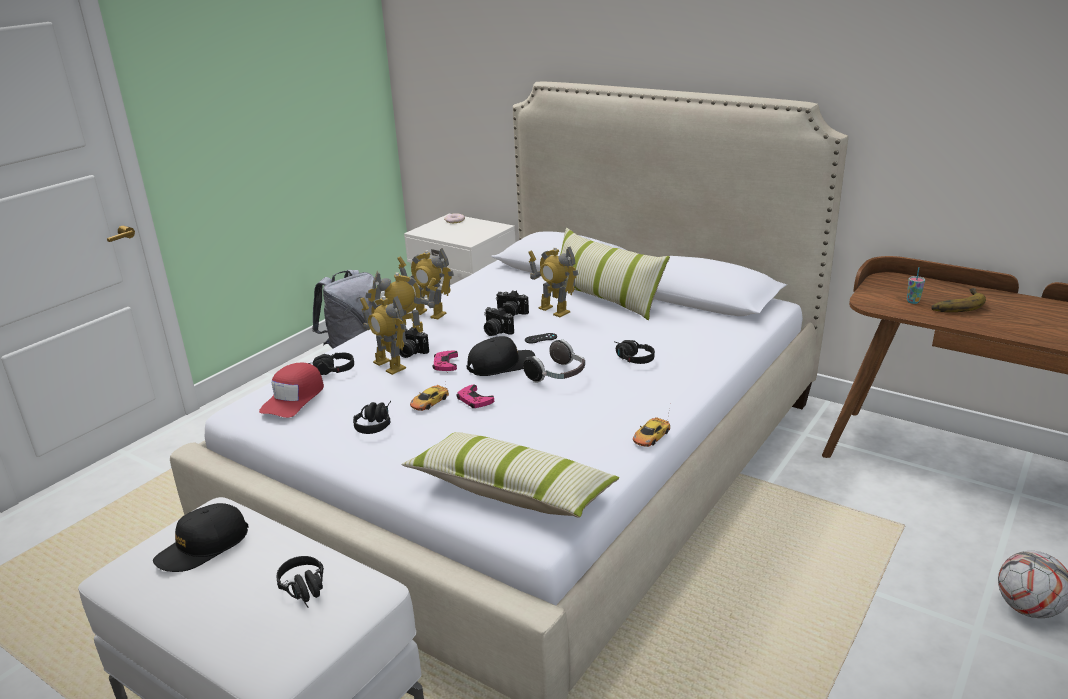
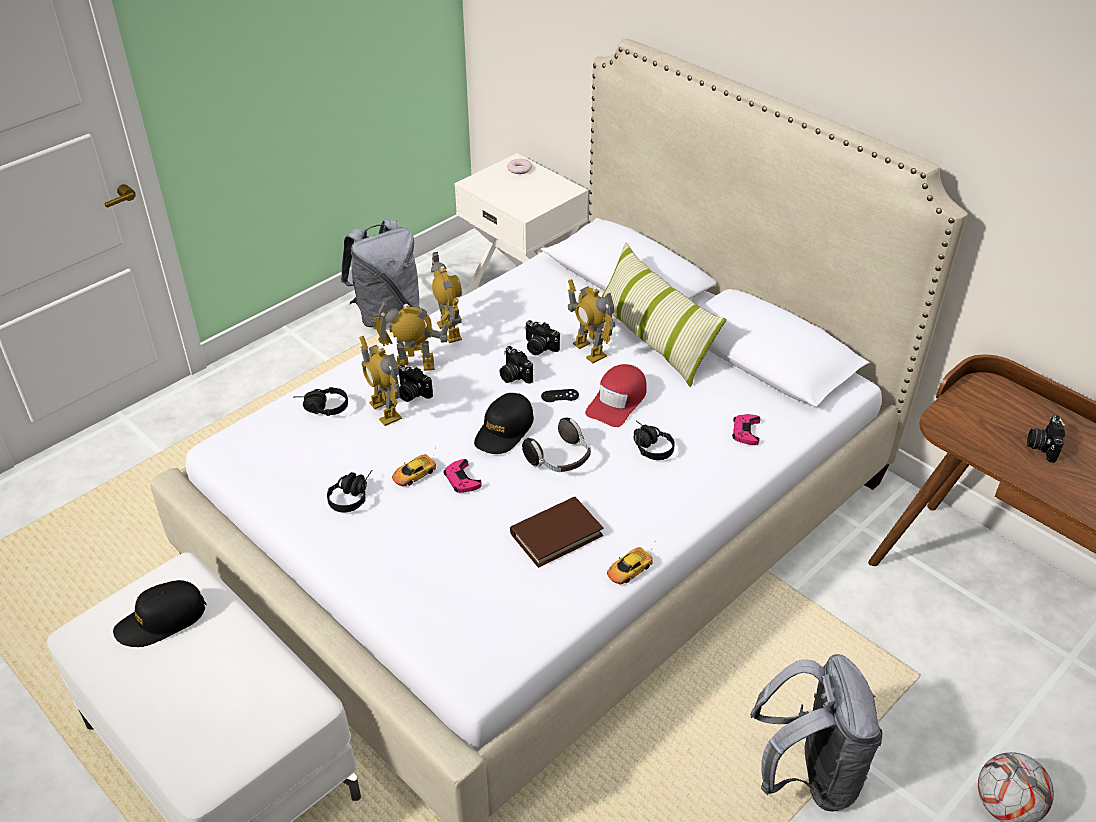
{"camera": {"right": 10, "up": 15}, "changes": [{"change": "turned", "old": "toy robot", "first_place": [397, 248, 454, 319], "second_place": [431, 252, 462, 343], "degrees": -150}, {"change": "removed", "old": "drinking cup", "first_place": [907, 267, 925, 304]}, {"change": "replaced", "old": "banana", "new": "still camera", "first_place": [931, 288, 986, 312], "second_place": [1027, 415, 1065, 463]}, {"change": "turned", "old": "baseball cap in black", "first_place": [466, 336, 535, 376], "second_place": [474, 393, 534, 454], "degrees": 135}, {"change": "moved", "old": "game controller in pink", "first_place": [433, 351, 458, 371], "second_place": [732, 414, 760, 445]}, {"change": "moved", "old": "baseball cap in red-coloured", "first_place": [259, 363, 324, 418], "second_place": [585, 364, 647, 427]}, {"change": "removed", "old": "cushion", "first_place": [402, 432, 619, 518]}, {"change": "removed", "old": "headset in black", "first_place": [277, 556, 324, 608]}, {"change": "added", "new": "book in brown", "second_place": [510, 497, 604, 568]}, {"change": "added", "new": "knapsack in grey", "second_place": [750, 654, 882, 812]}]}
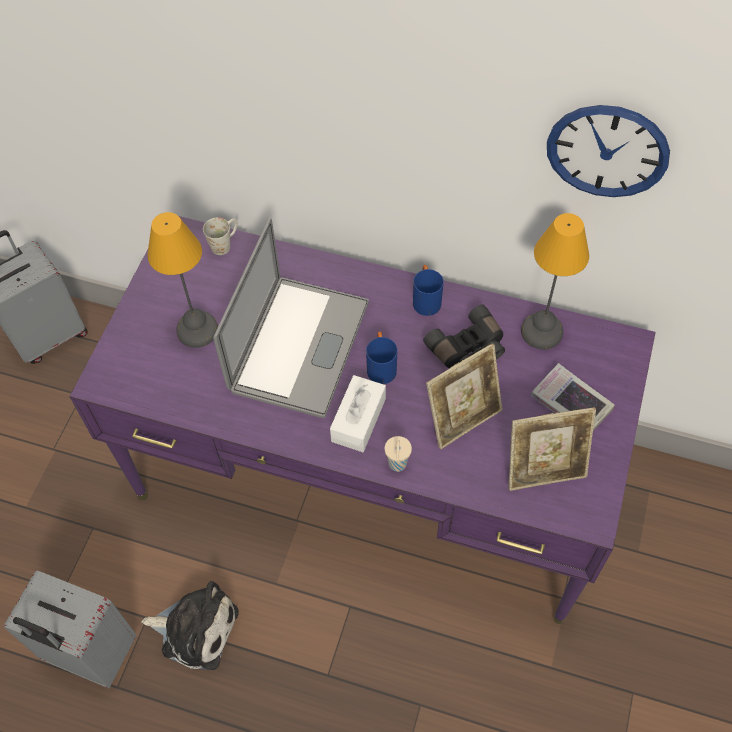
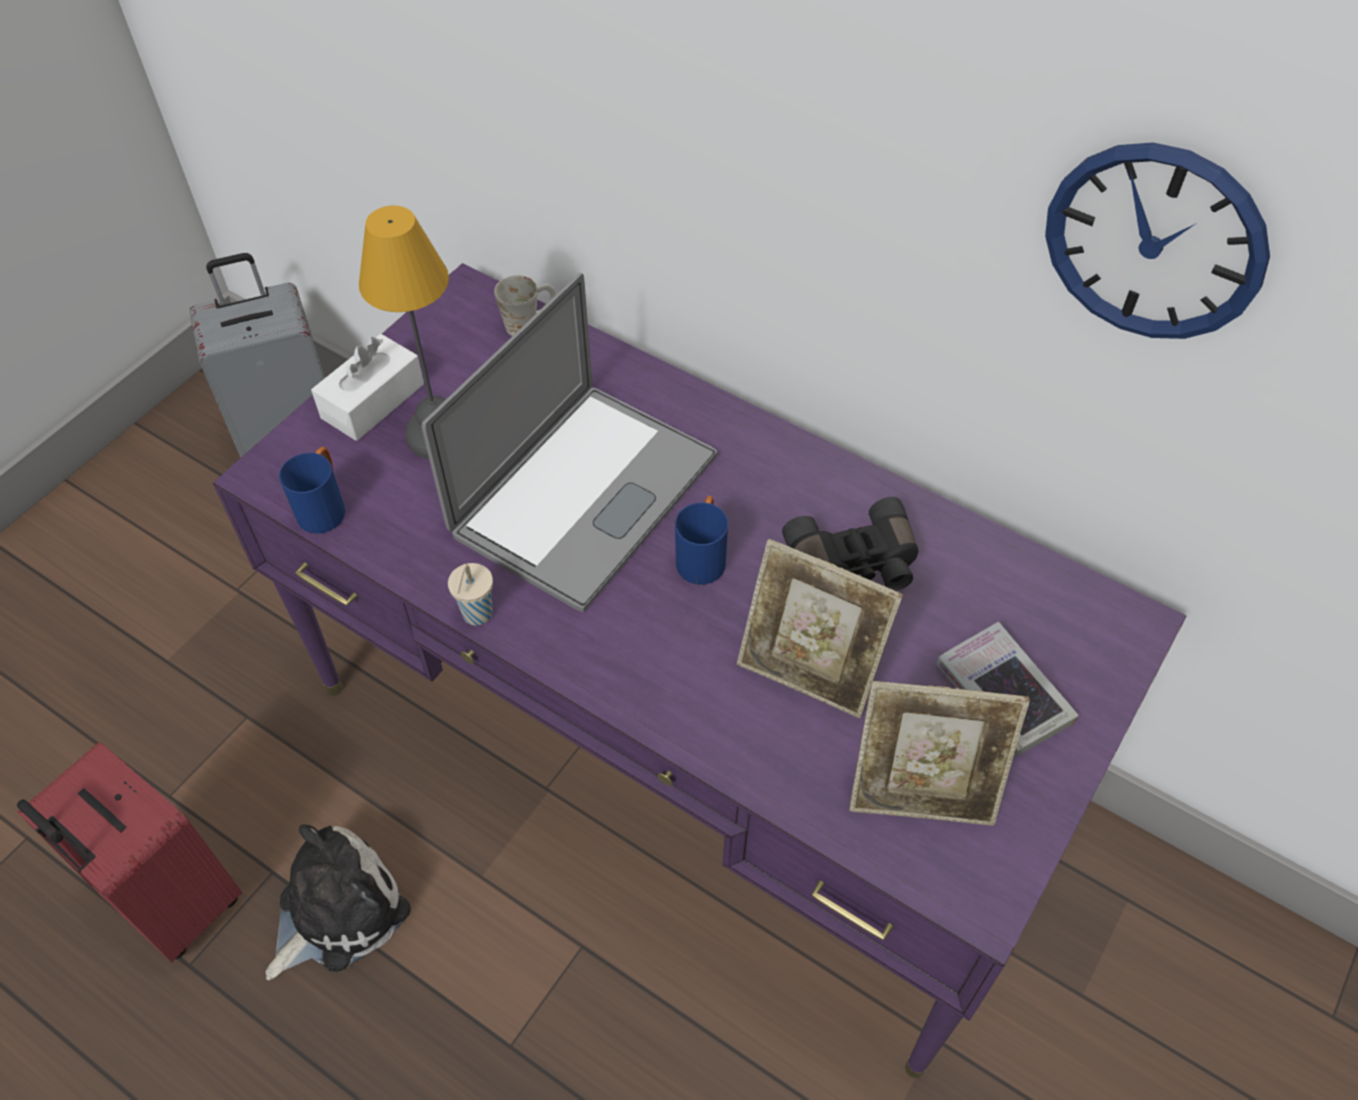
{"camera": {"right": 15, "up": -5}, "changes": [{"change": "removed", "old": "lamp for a table", "first_place": [521, 213, 589, 349]}, {"change": "moved", "old": "tea mug in blue", "first_place": [413, 265, 444, 316], "second_place": [279, 447, 345, 533]}, {"change": "turned", "old": "standing frame", "first_place": [426, 343, 503, 449], "second_place": [737, 539, 903, 718], "degrees": 45}, {"change": "moved", "old": "box of tissues in white", "first_place": [330, 375, 386, 452], "second_place": [311, 334, 424, 441]}, {"change": "moved", "old": "drinking cup in beige-coloured", "first_place": [385, 436, 412, 472], "second_place": [448, 563, 493, 626]}, {"change": "recoloured", "old": "travel case in grey", "new": "travel case in red-coloured", "first_place": [3, 570, 136, 688], "second_place": [17, 742, 242, 962]}, {"change": "turned", "old": "soft toy", "first_place": [141, 581, 239, 670], "second_place": [266, 824, 411, 980], "degrees": -75}]}
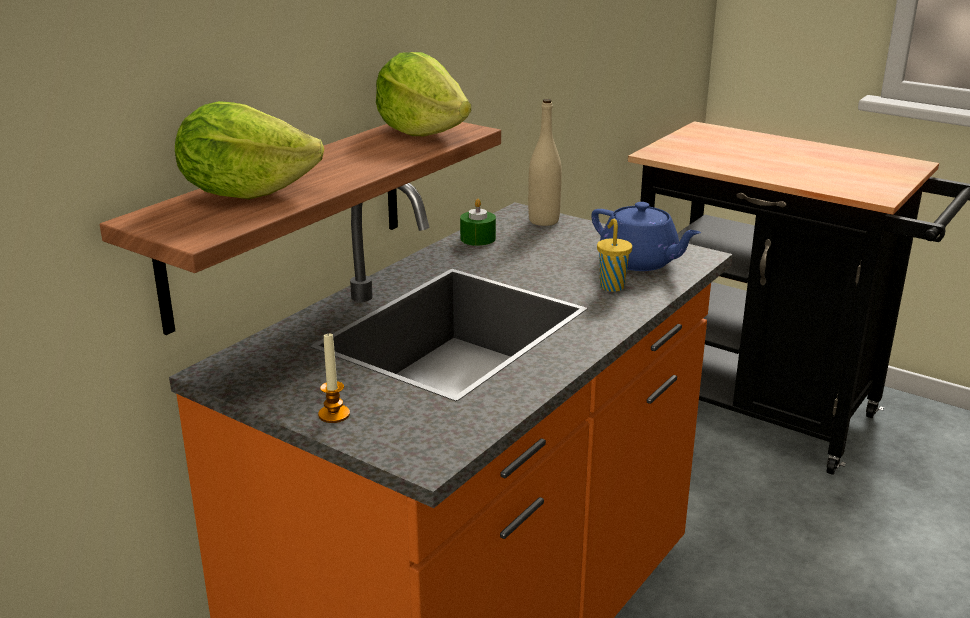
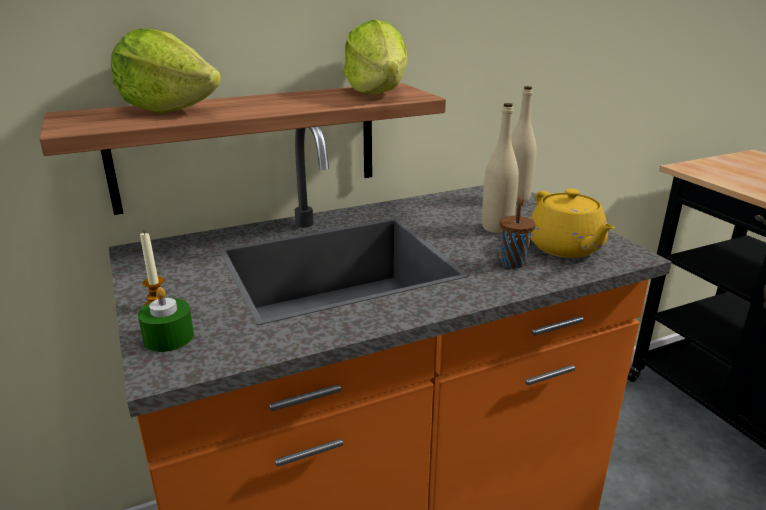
{"camera": {"right": 30, "up": 0}, "changes": [{"change": "moved", "old": "wax light in greenish", "first_place": [460, 199, 496, 246], "second_place": [138, 287, 194, 352]}, {"change": "recoloured", "old": "pot for tea in blue", "new": "pot for tea in yellowish", "first_place": [591, 202, 701, 271], "second_place": [530, 189, 615, 258]}, {"change": "recoloured", "old": "drinking cup in yellowish", "new": "drinking cup in brown", "first_place": [597, 219, 632, 292], "second_place": [500, 196, 535, 268]}, {"change": "added", "new": "drink bottle in beige-coloured", "second_place": [482, 103, 519, 233]}]}
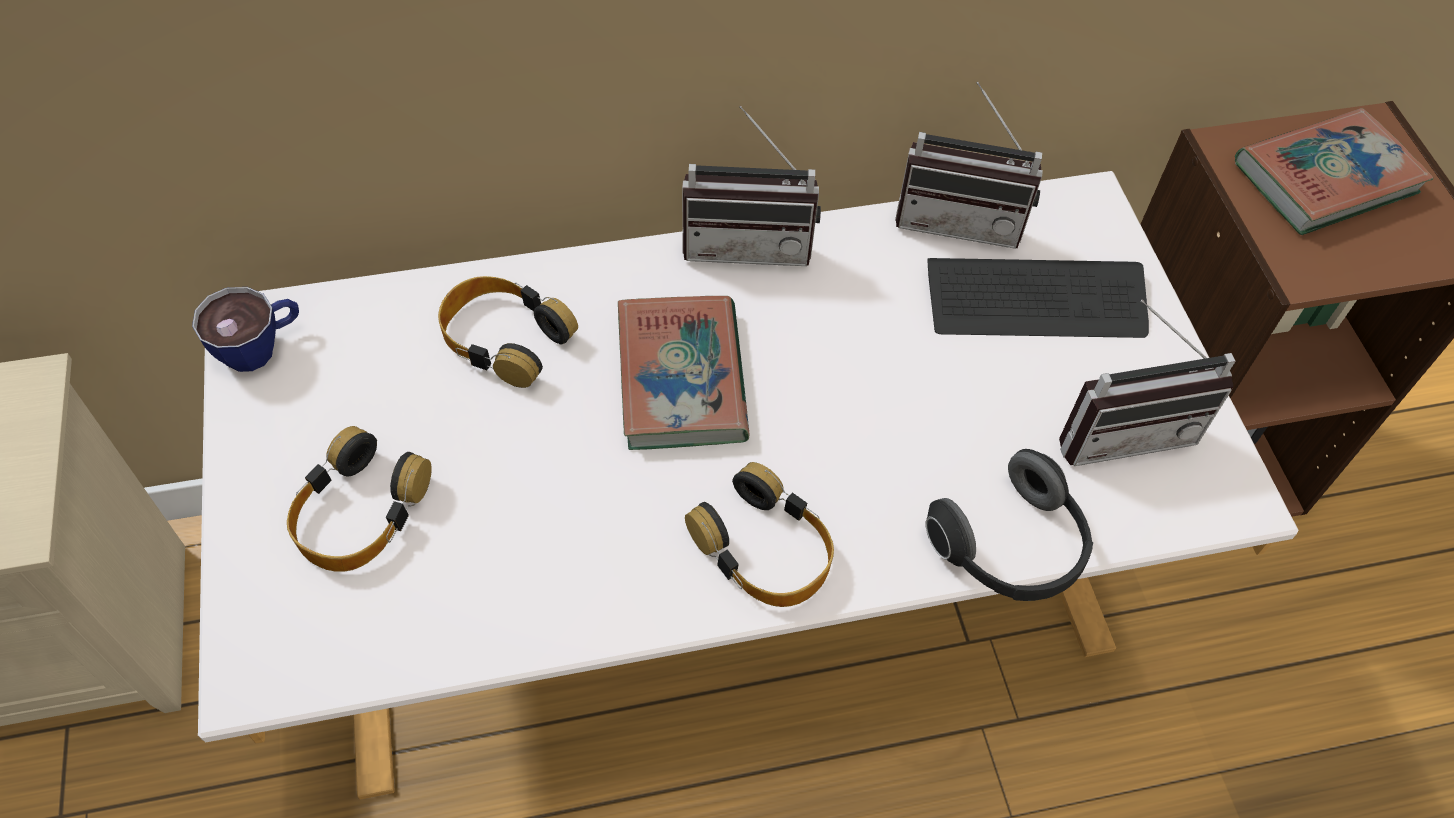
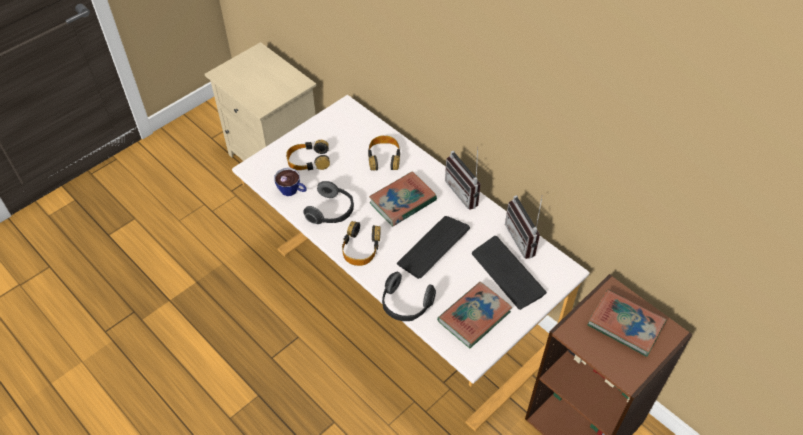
{"camera": {"right": 60, "up": -5}, "changes": [{"change": "moved", "old": "drinking cup", "first_place": [192, 287, 299, 372], "second_place": [274, 168, 307, 196]}, {"change": "replaced", "old": "radio set", "new": "book", "first_place": [1059, 300, 1235, 466], "second_place": [437, 282, 513, 348]}, {"change": "added", "new": "headset", "second_place": [303, 181, 354, 224]}, {"change": "added", "new": "keyboard", "second_place": [397, 216, 470, 279]}]}
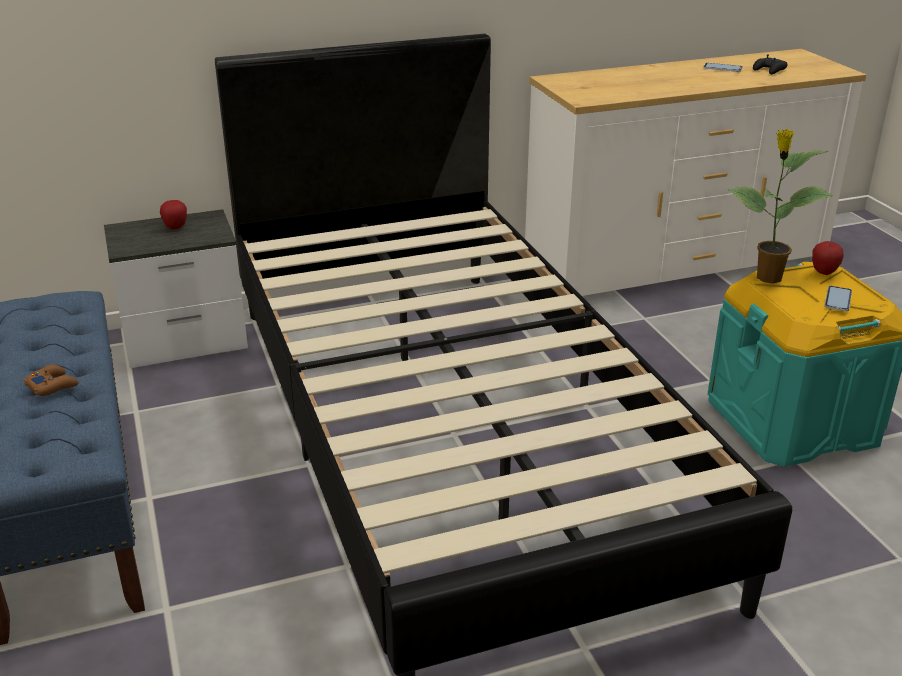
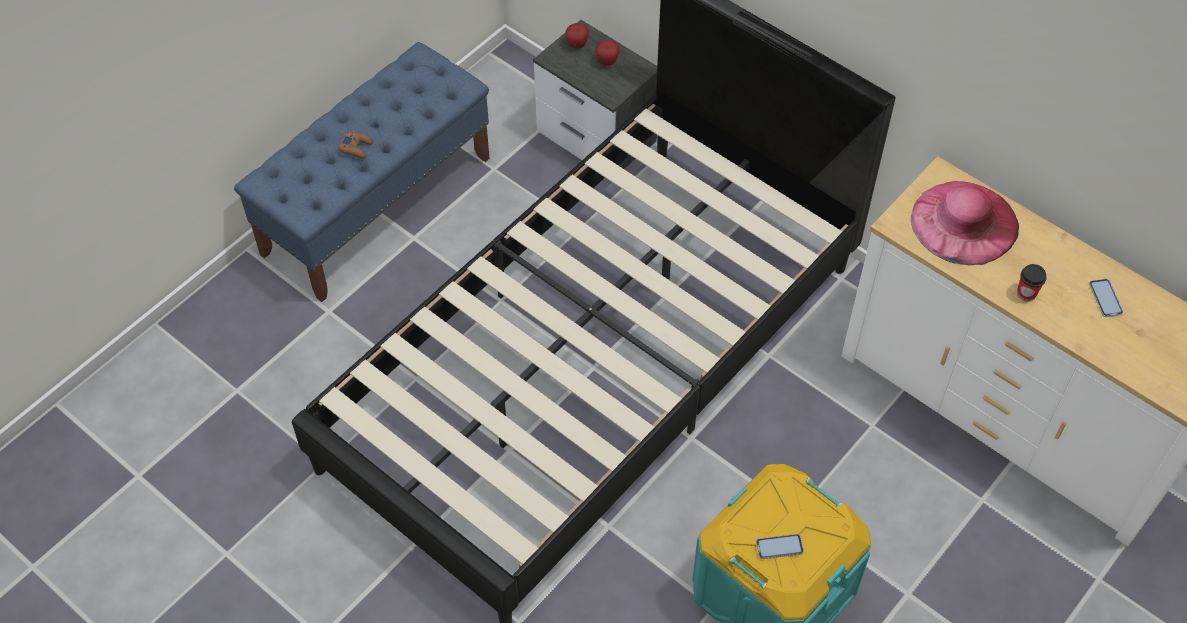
{"camera": {"right": 60, "up": 25}, "changes": [{"change": "removed", "old": "game controller in black", "first_place": [753, 55, 787, 74]}, {"change": "removed", "old": "potted plant", "first_place": [728, 129, 834, 284]}, {"change": "moved", "old": "apple fruit", "first_place": [812, 241, 844, 275], "second_place": [565, 23, 589, 49]}, {"change": "added", "new": "hat in pink", "second_place": [911, 181, 1019, 265]}, {"change": "added", "new": "drinking cup", "second_place": [1017, 264, 1046, 301]}]}
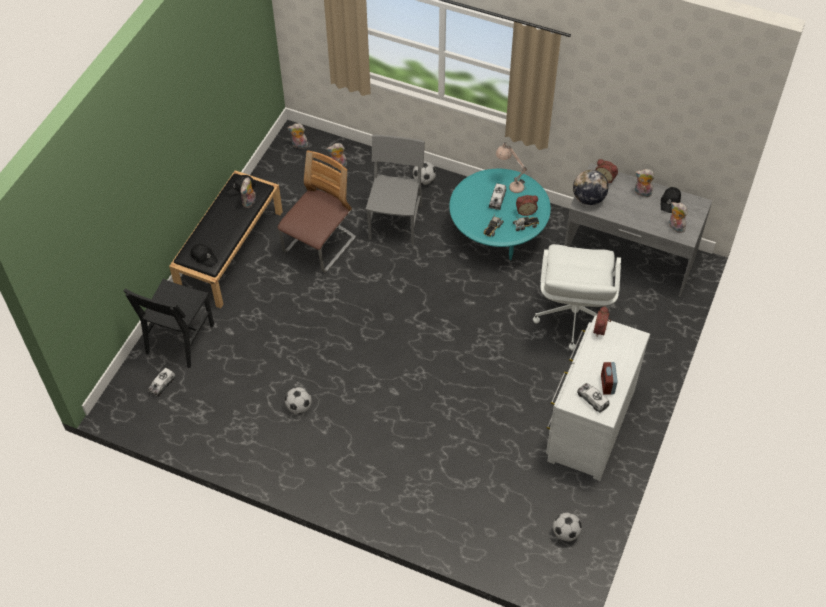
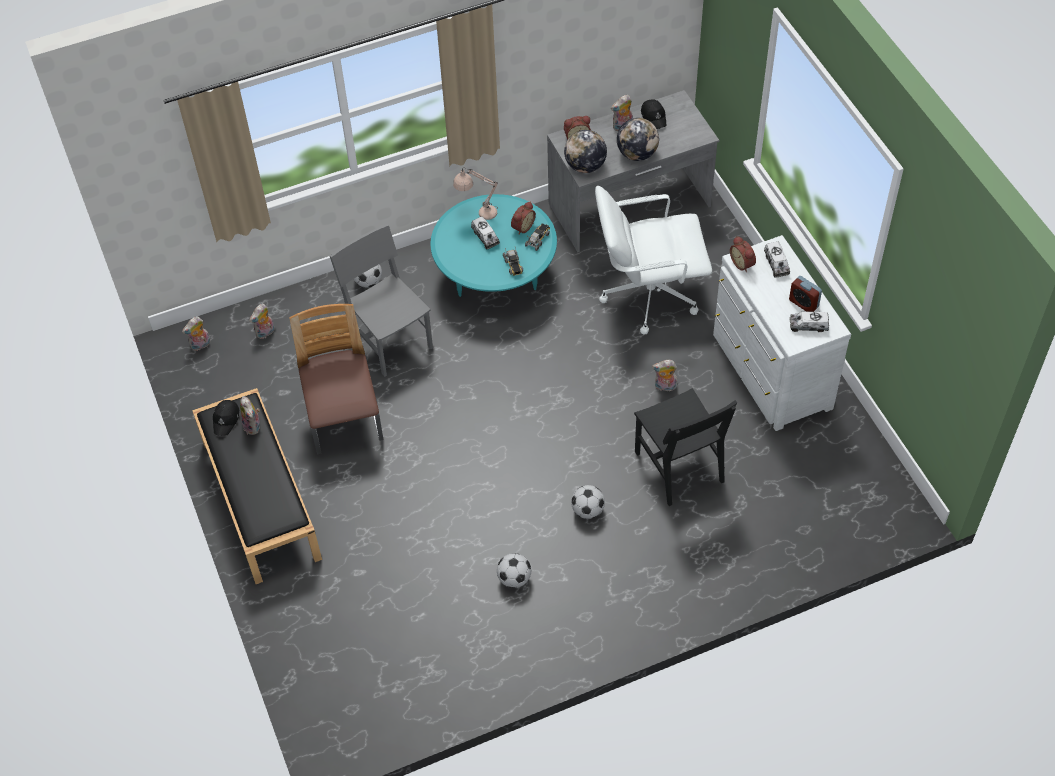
{"camera": {"right": -45, "up": 0}, "changes": [{"change": "moved", "old": "soft toy", "first_place": [669, 202, 687, 233], "second_place": [652, 360, 677, 391]}, {"change": "removed", "old": "baseball cap in black", "first_place": [191, 244, 218, 267]}, {"change": "turned", "old": "desk chair in white", "first_place": [533, 244, 621, 350], "second_place": [595, 186, 712, 335], "degrees": 120}, {"change": "moved", "old": "plain chair in black", "first_place": [124, 279, 214, 368], "second_place": [634, 388, 737, 506]}, {"change": "moved", "old": "toy truck", "first_place": [148, 368, 176, 397], "second_place": [764, 242, 790, 278]}, {"change": "moved", "old": "ball for football", "first_place": [553, 512, 582, 542], "second_place": [571, 485, 605, 519]}, {"change": "added", "new": "globe", "second_place": [617, 118, 659, 161]}]}
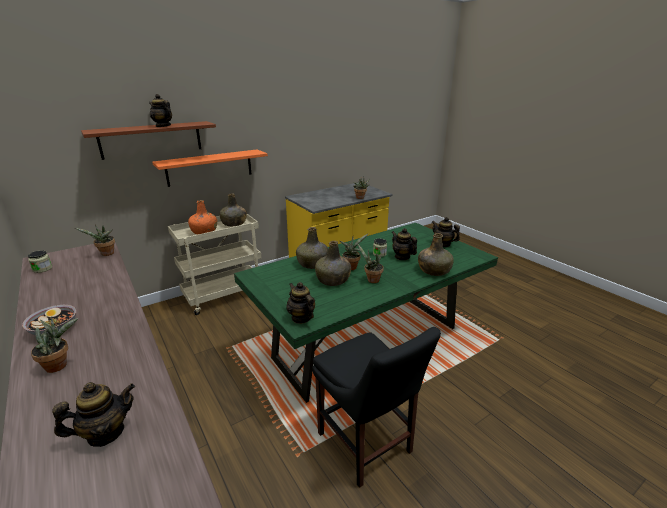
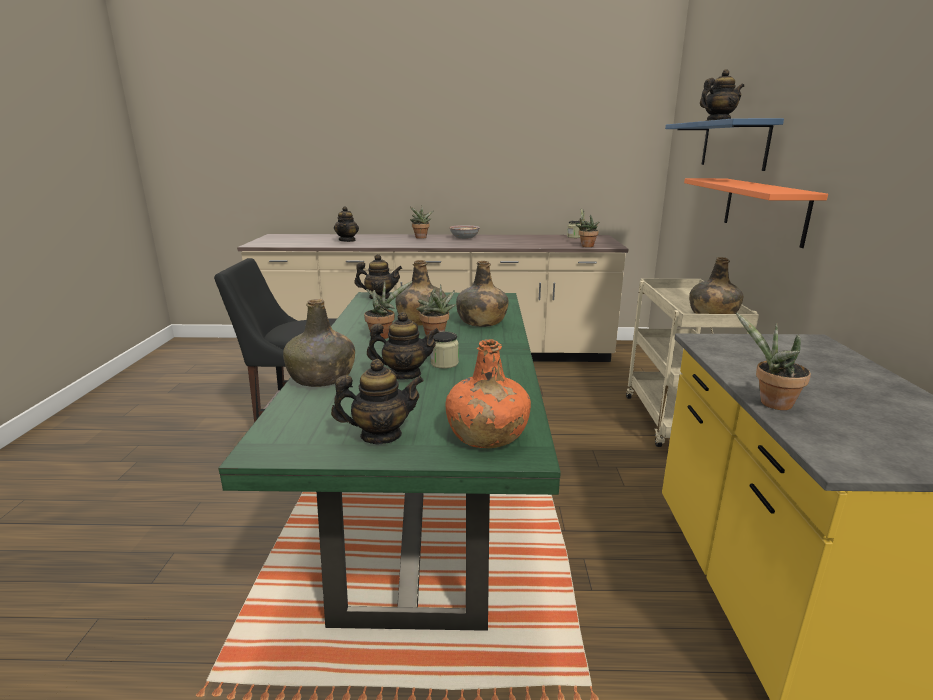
{"camera": {"right": 125, "up": -5}, "changes": [{"change": "recoloured", "old": "bracket shelf in brown", "new": "bracket shelf in blue", "first_place": [81, 121, 216, 160], "second_place": [665, 118, 784, 171]}, {"change": "moved", "old": "drink bottle in orange", "first_place": [188, 200, 217, 234], "second_place": [445, 339, 531, 448]}]}
